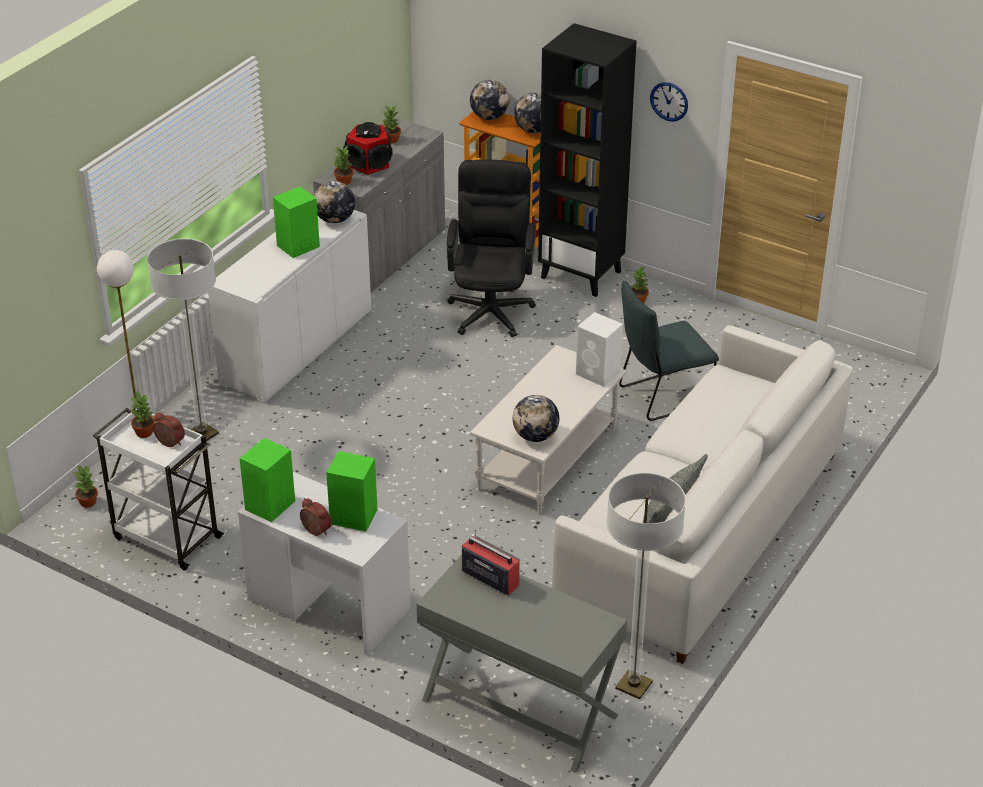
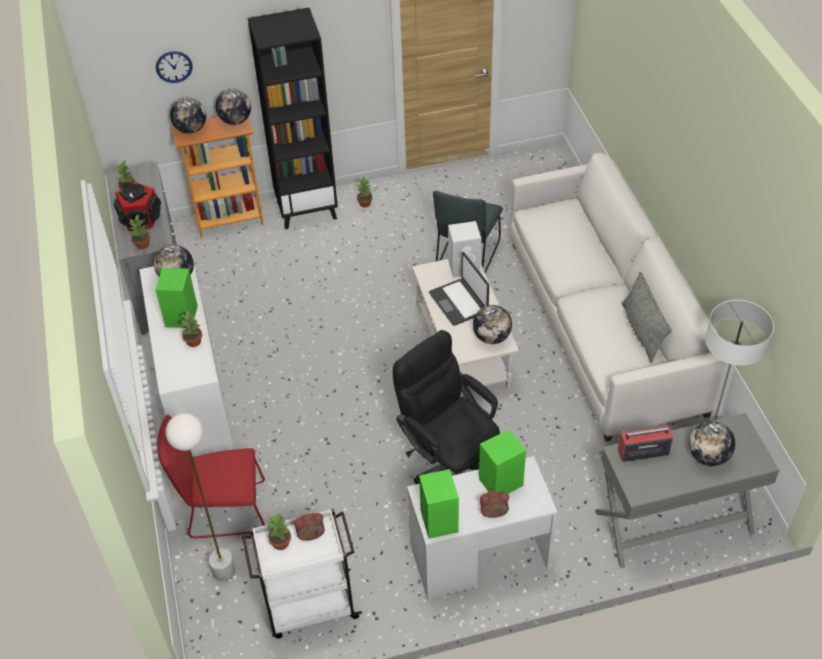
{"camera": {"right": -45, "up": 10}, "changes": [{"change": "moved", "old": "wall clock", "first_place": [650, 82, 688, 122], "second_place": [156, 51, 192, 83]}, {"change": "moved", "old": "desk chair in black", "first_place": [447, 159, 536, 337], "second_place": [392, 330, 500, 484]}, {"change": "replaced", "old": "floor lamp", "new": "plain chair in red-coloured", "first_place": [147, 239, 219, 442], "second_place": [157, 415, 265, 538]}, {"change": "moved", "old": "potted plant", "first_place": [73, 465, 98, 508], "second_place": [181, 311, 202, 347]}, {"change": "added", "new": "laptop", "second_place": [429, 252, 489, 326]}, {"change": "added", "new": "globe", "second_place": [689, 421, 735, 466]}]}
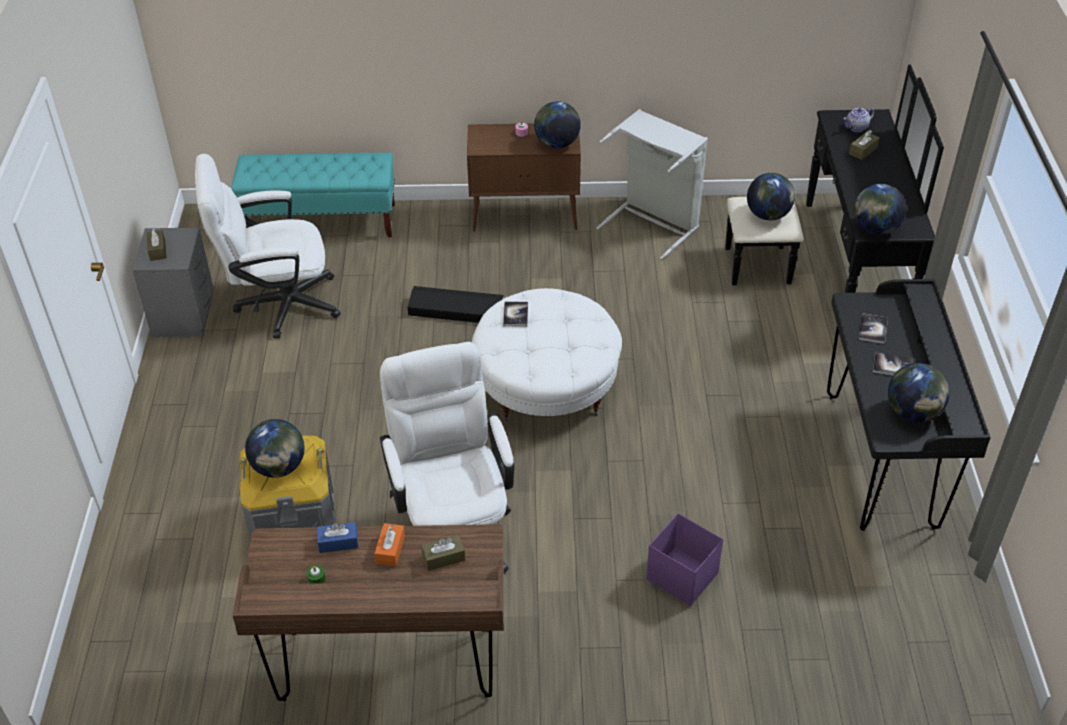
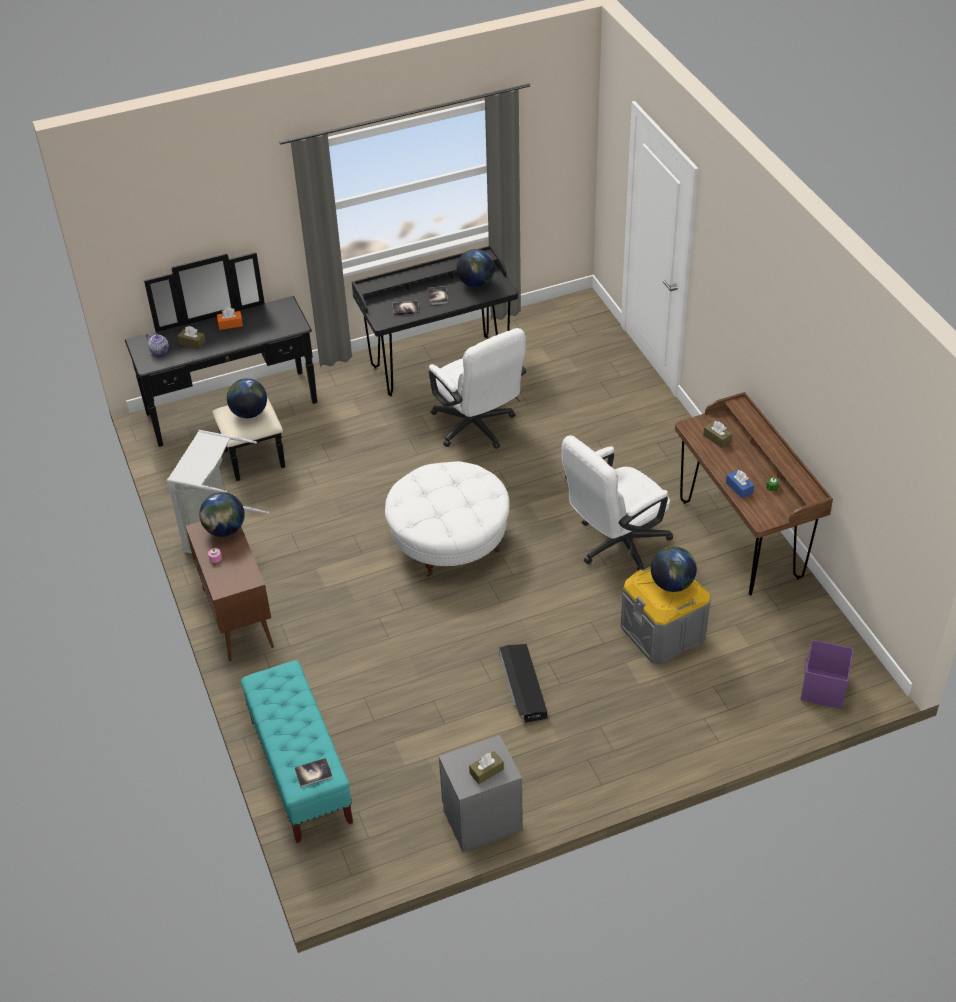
{"camera": {"right": -110, "up": 0}, "changes": [{"change": "moved", "old": "desk chair in white", "first_place": [195, 154, 341, 339], "second_place": [429, 328, 526, 449]}, {"change": "removed", "old": "globe", "first_place": [854, 184, 907, 235]}, {"change": "moved", "old": "storage container in black", "first_place": [408, 286, 504, 323], "second_place": [499, 644, 548, 723]}, {"change": "moved", "old": "book", "first_place": [503, 302, 528, 327], "second_place": [294, 758, 333, 787]}, {"change": "moved", "old": "storage container in purplish", "first_place": [646, 513, 723, 606], "second_place": [800, 640, 853, 709]}, {"change": "moved", "old": "box of tissues in orange", "first_place": [374, 523, 405, 566], "second_place": [217, 308, 243, 330]}]}
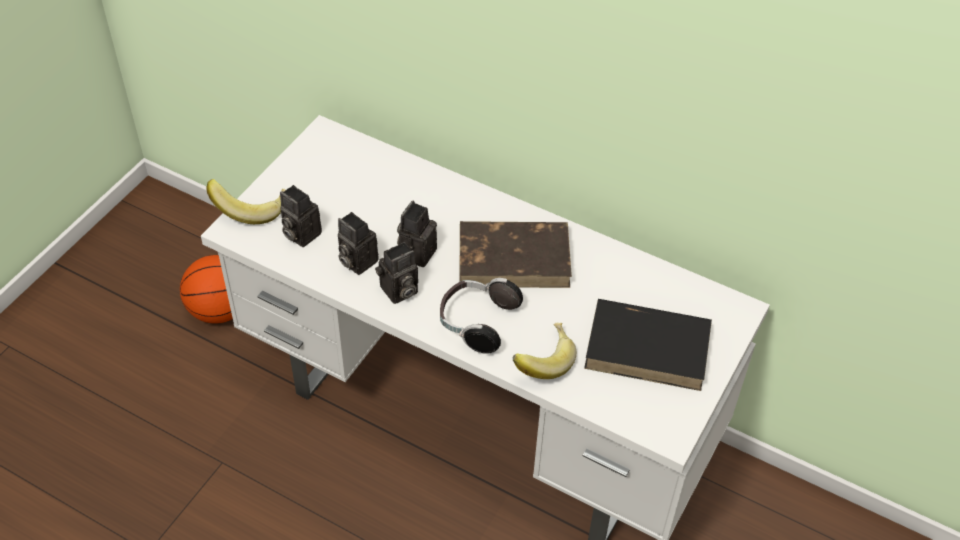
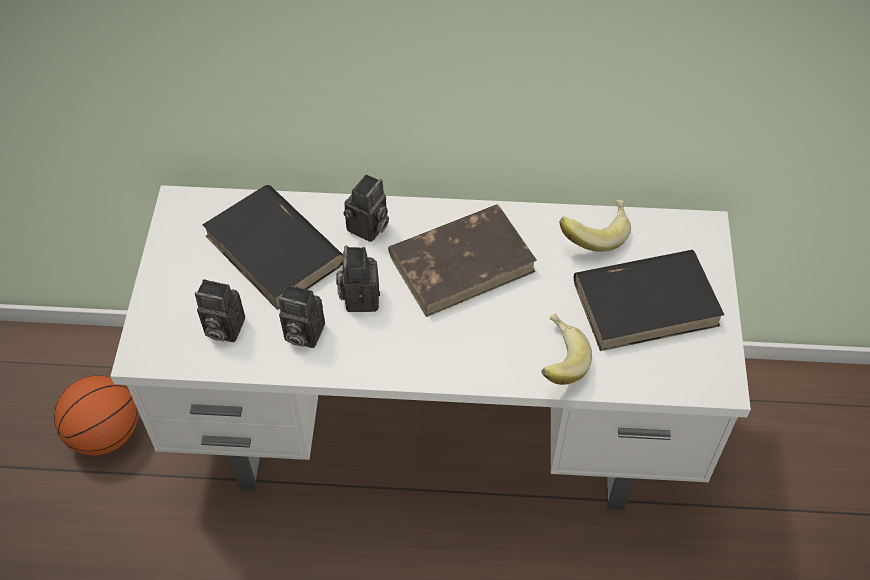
{"camera": {"right": -25, "up": 5}, "changes": [{"change": "moved", "old": "banana", "first_place": [206, 179, 286, 224], "second_place": [559, 200, 631, 252]}, {"change": "moved", "old": "still camera", "first_place": [375, 242, 418, 304], "second_place": [343, 174, 389, 242]}, {"change": "removed", "old": "headset", "first_place": [440, 278, 523, 354]}, {"change": "added", "new": "book in black", "second_place": [202, 185, 343, 310]}]}
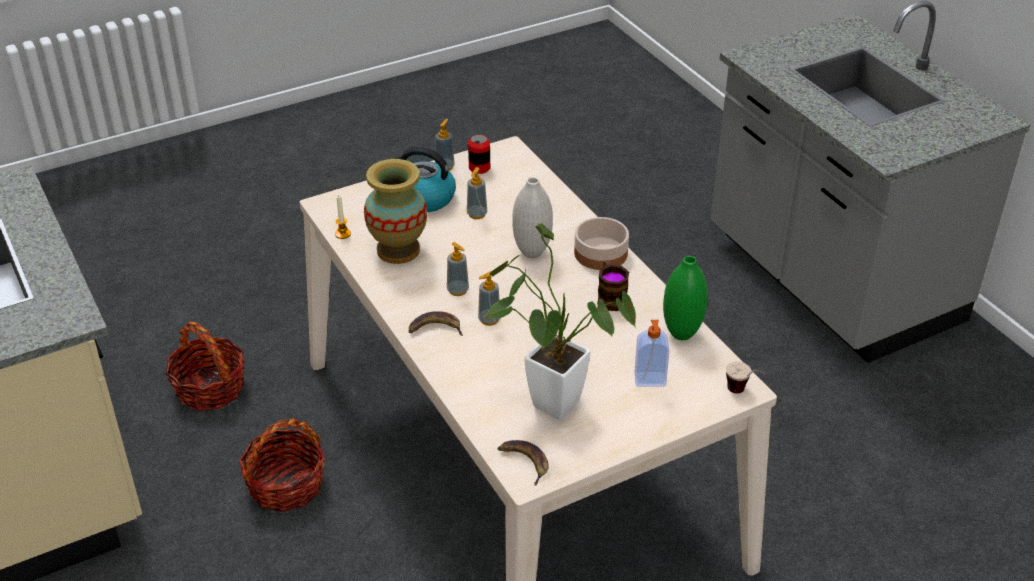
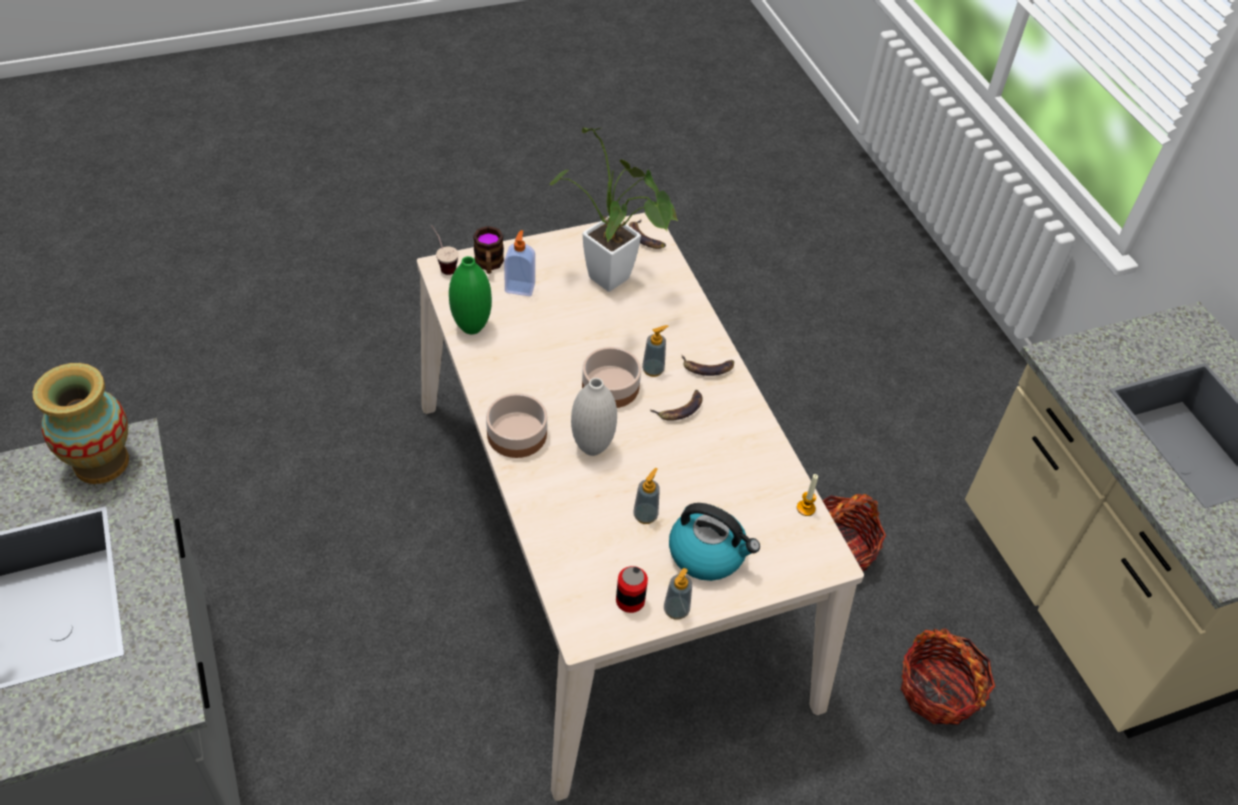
{"camera": {"right": -175, "up": 10}, "changes": [{"change": "moved", "old": "flower vase", "first_place": [364, 159, 427, 264], "second_place": [33, 363, 129, 484]}, {"change": "replaced", "old": "liquid soap bottle", "new": "banana", "first_place": [447, 242, 469, 296], "second_place": [650, 390, 703, 421]}, {"change": "moved", "old": "tea mug", "first_place": [597, 260, 629, 311], "second_place": [473, 226, 504, 274]}, {"change": "added", "new": "bowl", "second_place": [582, 347, 641, 408]}]}
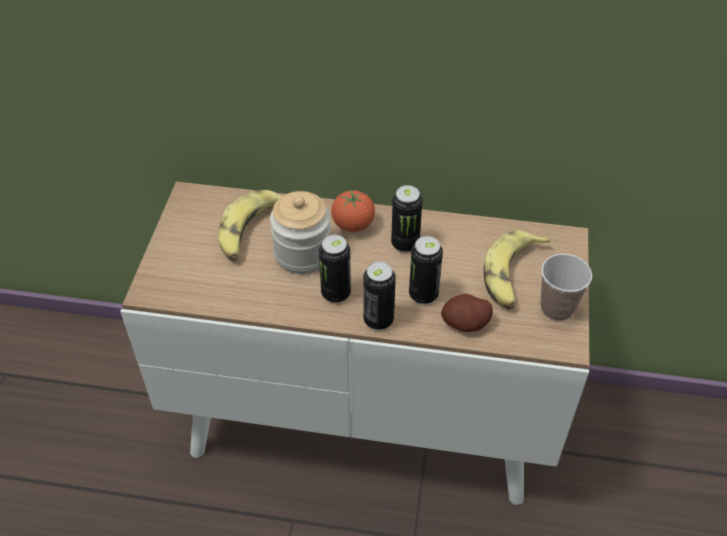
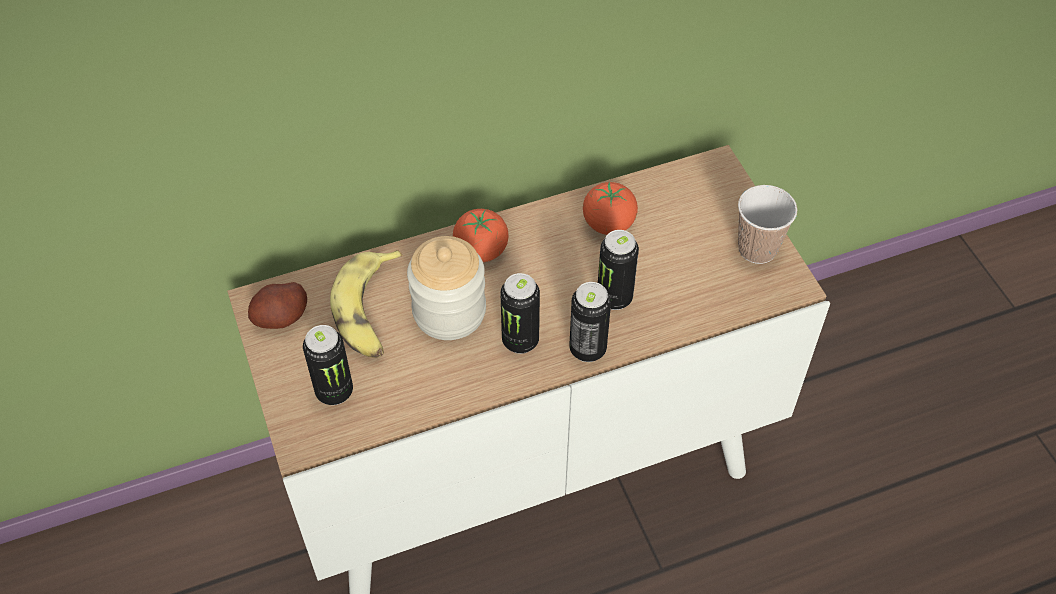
{"camera": {"right": -30, "up": 5}, "changes": [{"change": "moved", "old": "metal can", "first_place": [391, 185, 422, 253], "second_place": [303, 325, 353, 405]}, {"change": "removed", "old": "banana", "first_place": [483, 230, 550, 309]}, {"change": "moved", "old": "whole potato", "first_place": [441, 294, 493, 332], "second_place": [248, 282, 307, 329]}, {"change": "added", "new": "whole tomato", "second_place": [583, 182, 638, 235]}]}
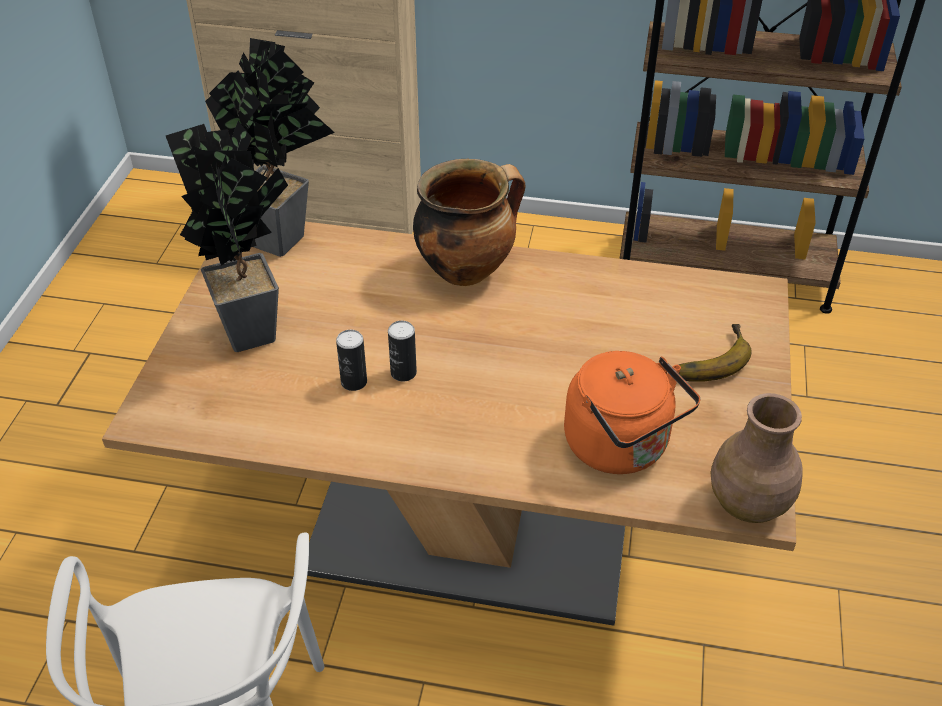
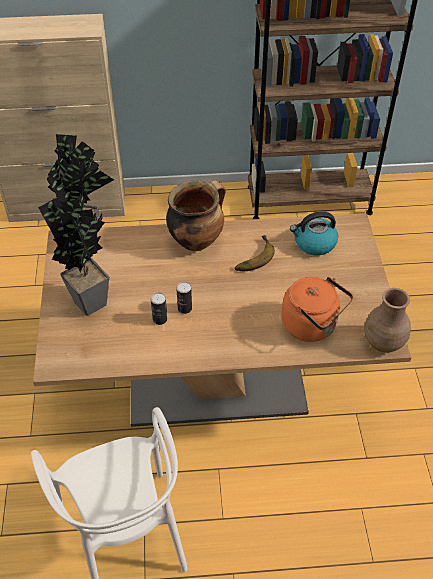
{"camera": {"right": -15, "up": 5}, "changes": [{"change": "moved", "old": "banana", "first_place": [679, 324, 751, 382], "second_place": [235, 235, 275, 271]}, {"change": "added", "new": "tea kettle", "second_place": [290, 211, 338, 256]}]}
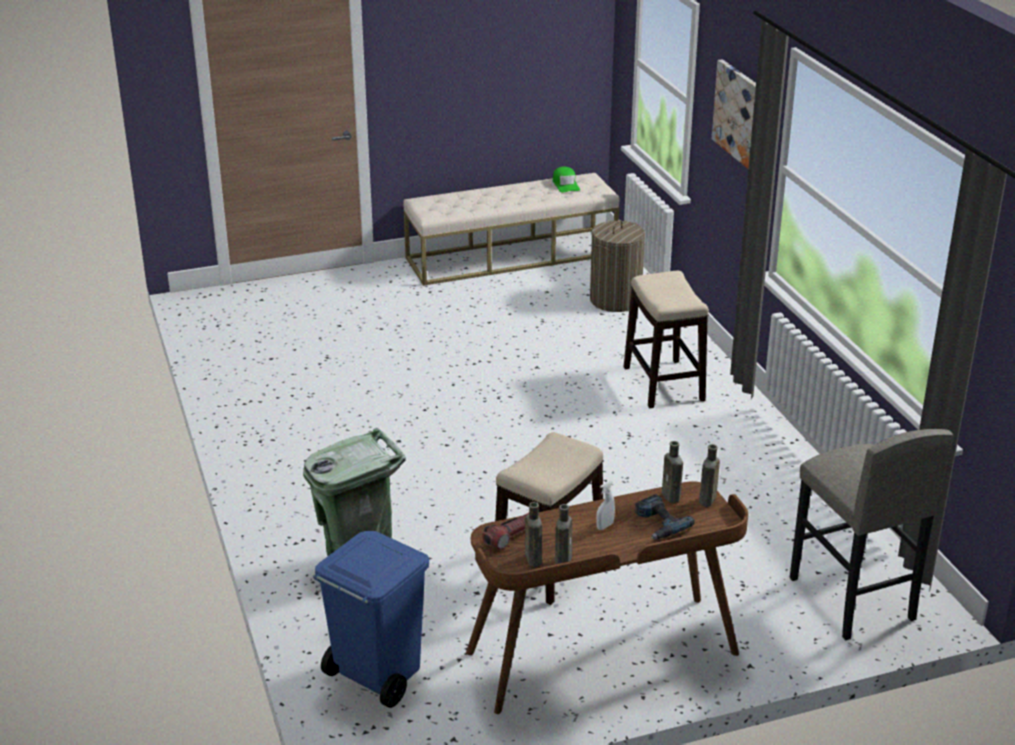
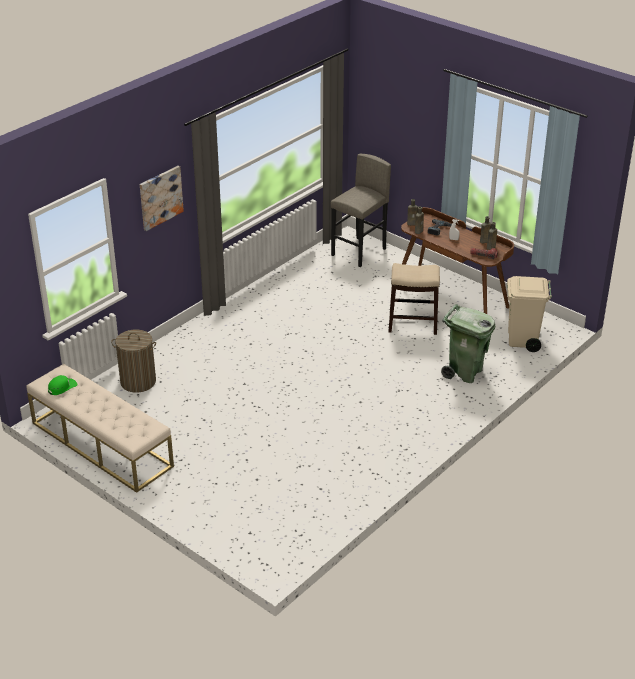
{"camera": {"right": -120, "up": 5}, "changes": [{"change": "removed", "old": "sitting stool", "first_place": [624, 271, 709, 408]}, {"change": "recoloured", "old": "rubbish bin in blue", "new": "rubbish bin in beige-coloured", "first_place": [313, 531, 429, 708], "second_place": [507, 276, 552, 352]}]}
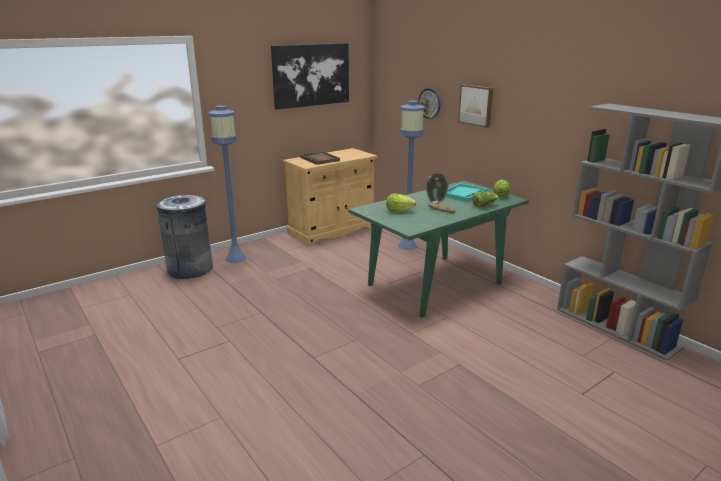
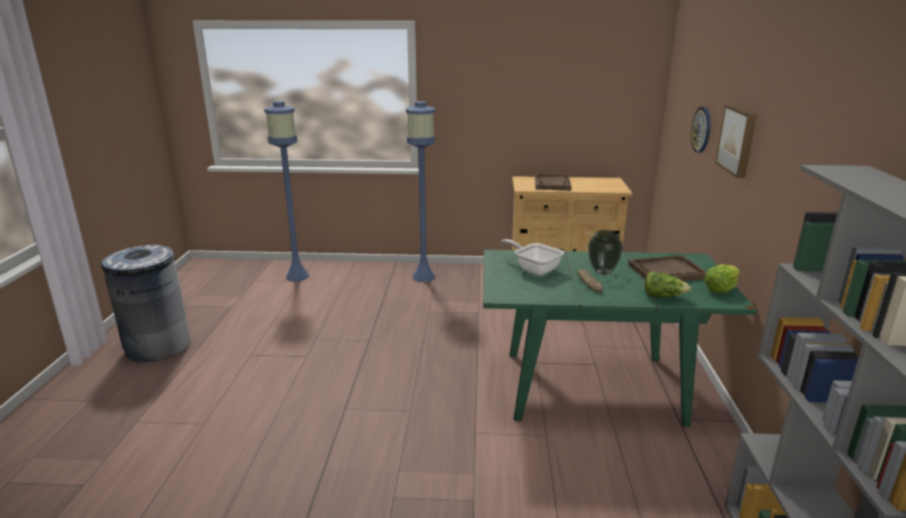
{"camera": {"right": 40, "up": 0}, "changes": [{"change": "removed", "old": "wall picture", "first_place": [271, 43, 349, 110]}, {"change": "moved", "old": "floor lamp in blue", "first_place": [398, 100, 425, 250], "second_place": [264, 101, 309, 282]}, {"change": "recoloured", "old": "serving tray in blue-green", "new": "serving tray in brown", "first_place": [446, 183, 487, 202], "second_place": [628, 255, 707, 281]}, {"change": "replaced", "old": "lettuce", "new": "skillet", "first_place": [386, 193, 416, 212], "second_place": [501, 239, 564, 275]}, {"change": "moved", "old": "rubbish bin in grey", "first_place": [156, 195, 213, 279], "second_place": [101, 245, 191, 362]}]}
